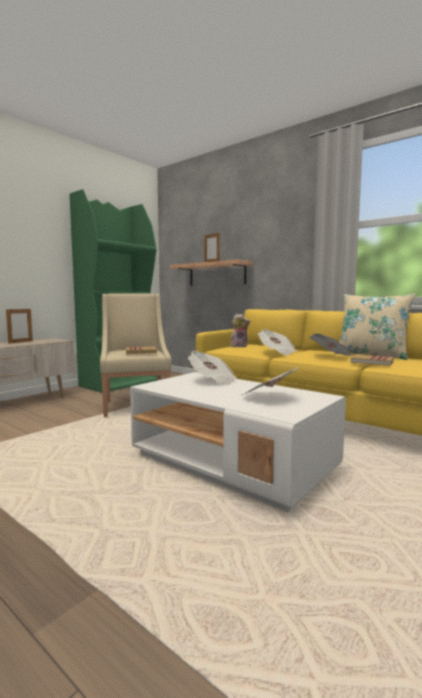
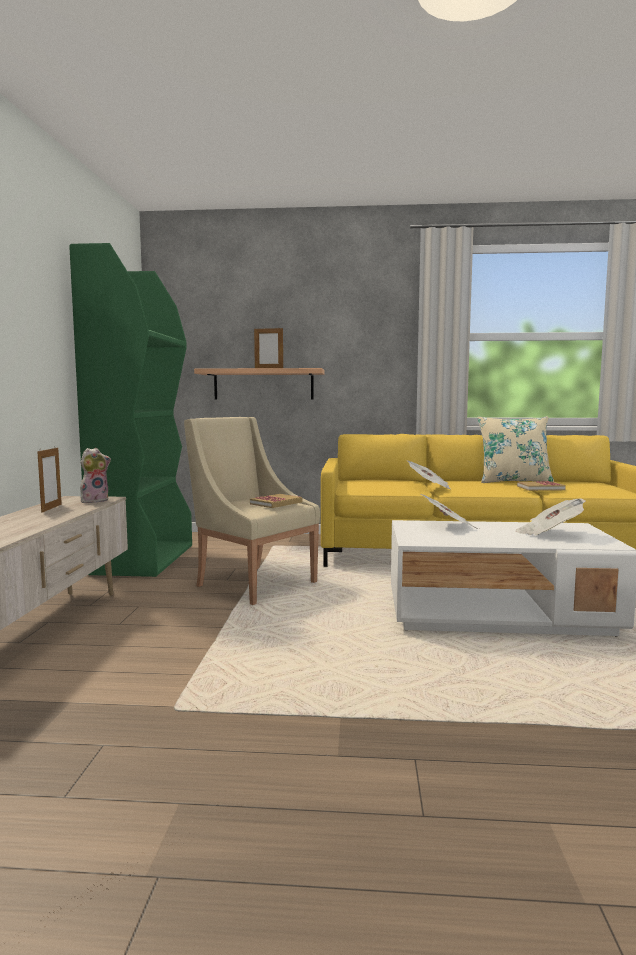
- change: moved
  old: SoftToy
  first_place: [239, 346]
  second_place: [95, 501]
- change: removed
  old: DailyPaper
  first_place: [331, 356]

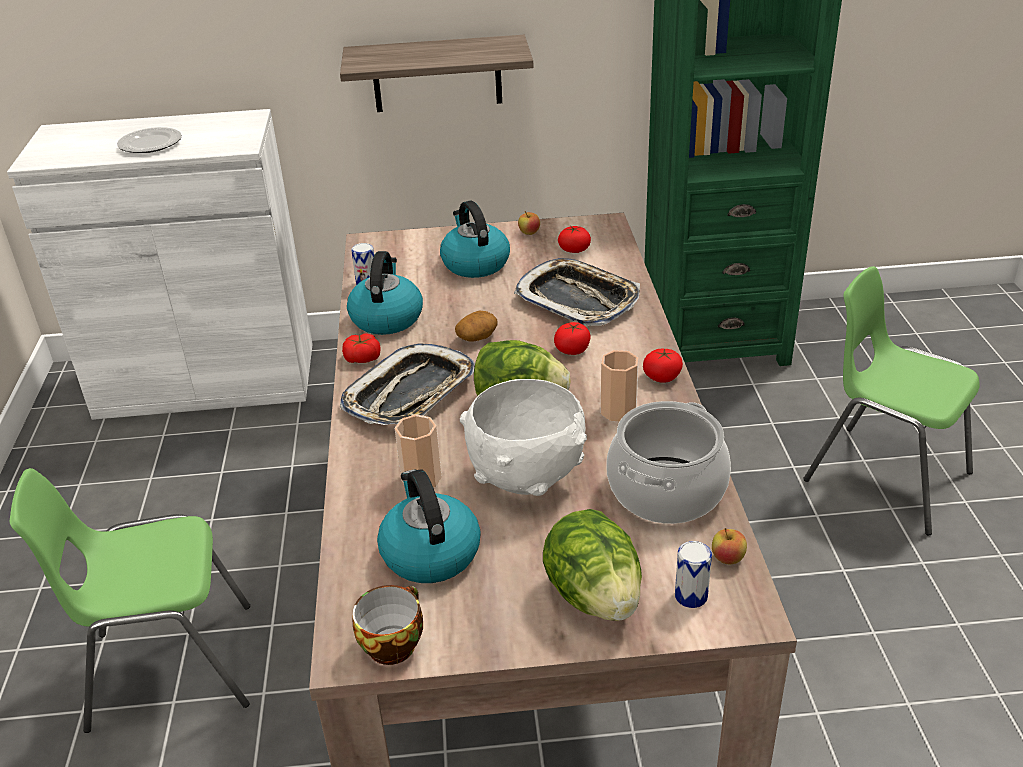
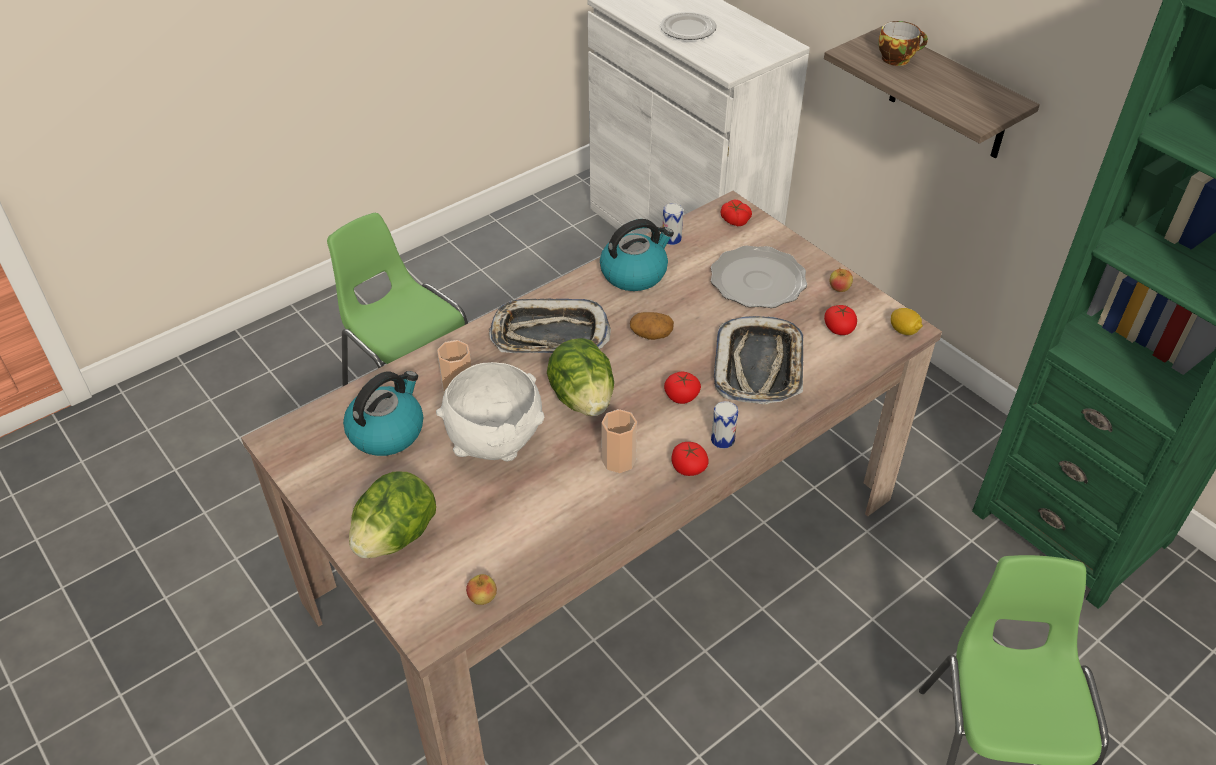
- change: replaced
  old: WaterKettle
  new: Plate
  first_place: [474, 263]
  second_place: [757, 281]
- change: moved
  old: Tomato
  first_place: [362, 358]
  second_place: [735, 220]
- change: removed
  old: CookingPot
  first_place: [665, 490]
- change: moved
  old: SealedCan
  first_place: [691, 596]
  second_place: [722, 440]
- change: moved
  old: DrinkingCup
  first_place: [392, 643]
  second_place: [897, 58]
- change: added
  new: Lemon
  second_place: [904, 330]

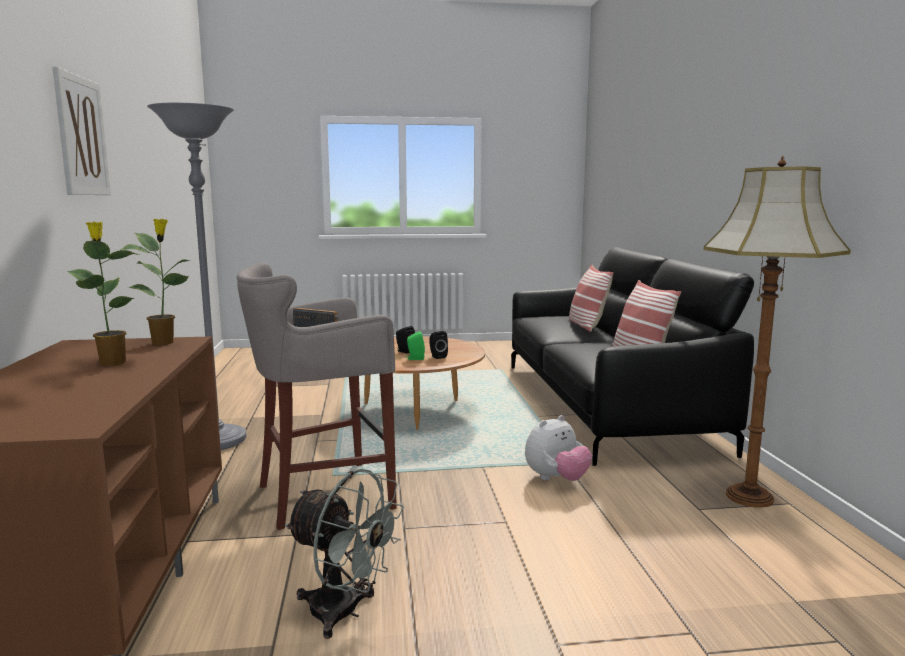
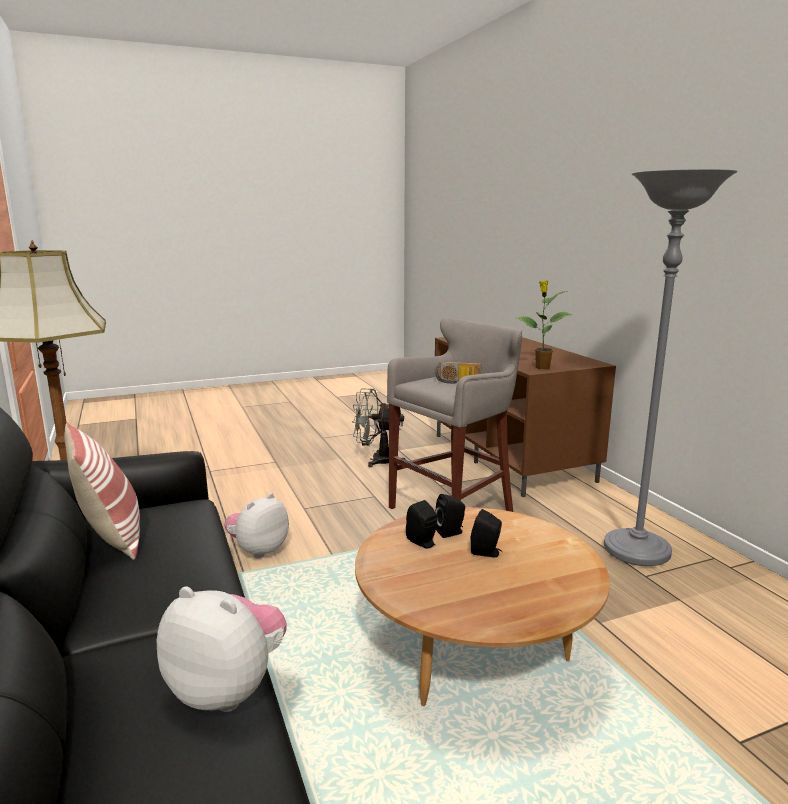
- change: removed
  old: WallPicture
  first_place: [81, 136]
- change: removed
  old: PottedPlant
  first_place: [112, 362]
- change: removed
  old: Pillow
  first_place: [586, 326]
- change: recoloured
  old: GreenColouredLoudspeaker
  new: BlackishLoudspeaker
  first_place: [415, 358]
  second_place: [451, 532]
- change: added
  new: SoftToy
  second_place: [228, 689]

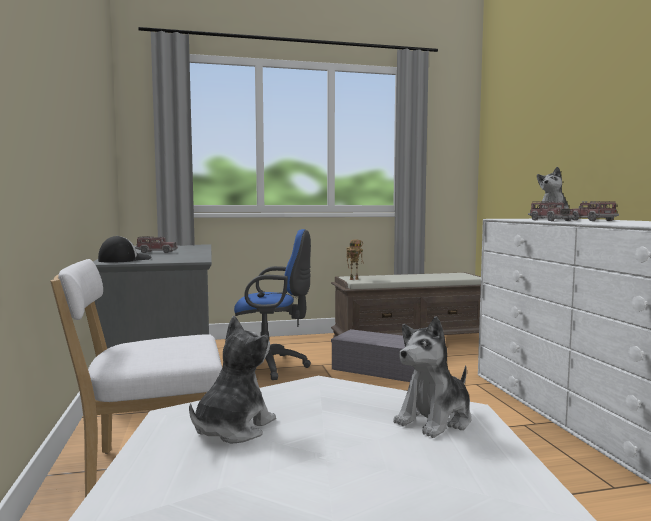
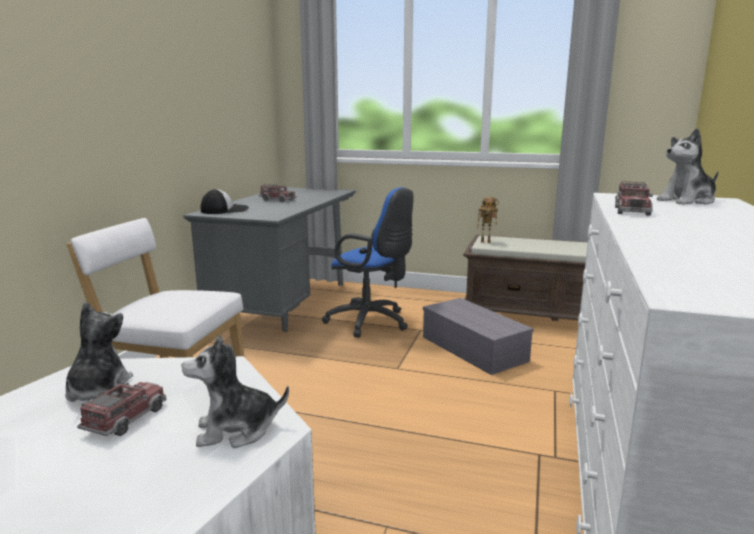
- change: moved
  old: ToyTruck
  first_place: [592, 220]
  second_place: [126, 419]
- change: turned
  old: SoftToy
  first_place: [232, 428]
  second_place: [99, 391]
  degrees: -60

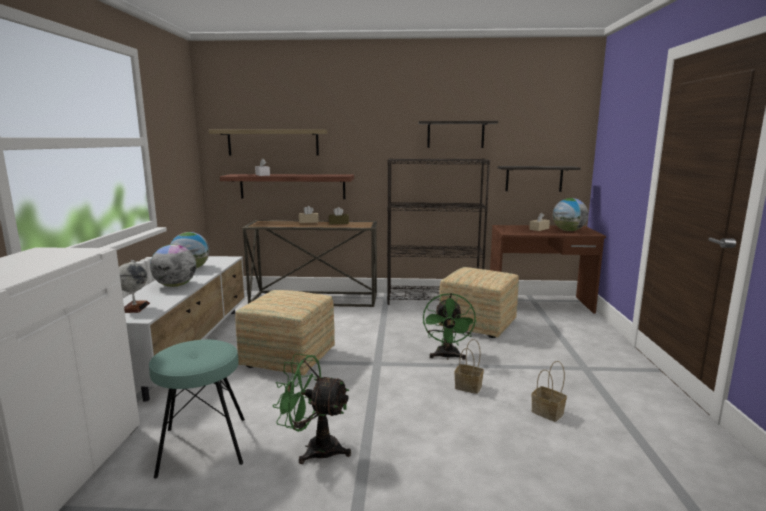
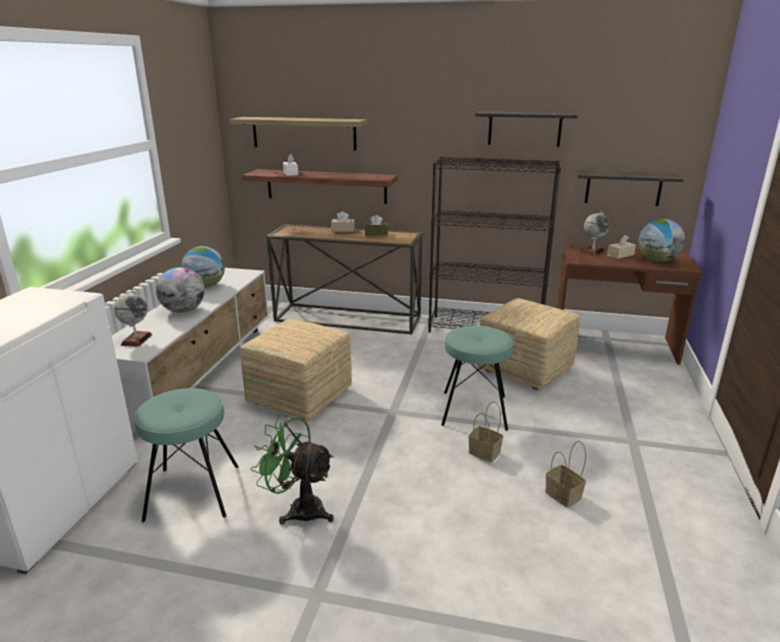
- change: replaced
  old: GreenColouredElectricFan
  new: TurquoiseStool
  first_place: [447, 357]
  second_place: [474, 410]
- change: added
  new: WorldGlobe
  second_place: [593, 251]

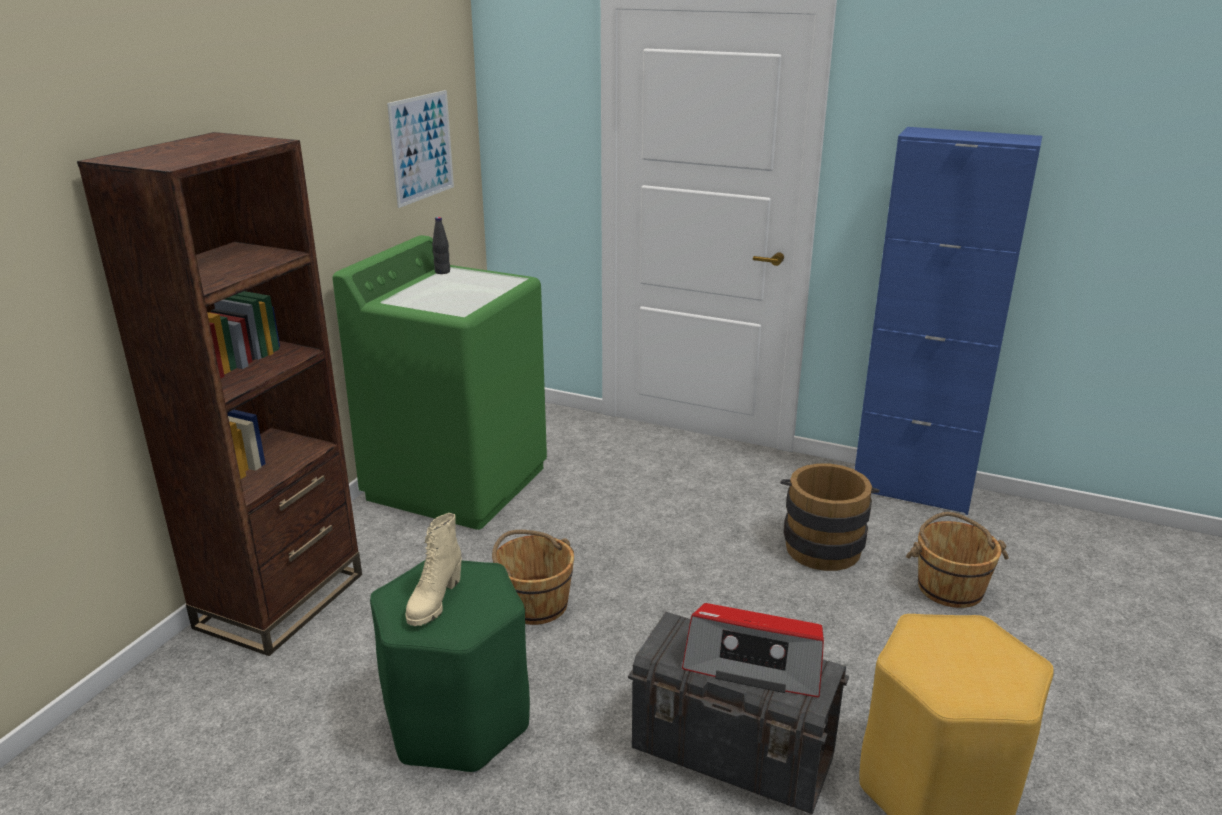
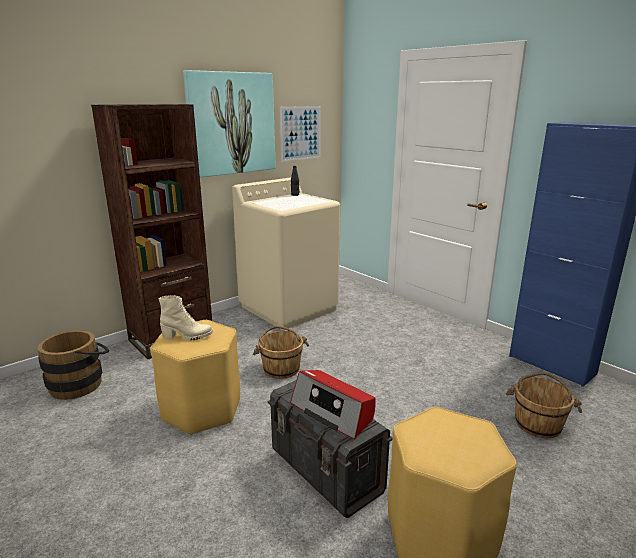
- change: recoloured
  old: GreenColouredLaundryAppliance
  new: BeigeLaundryAppliance
  first_place: [457, 482]
  second_place: [289, 307]
- change: moved
  old: BrownColouredPail
  first_place: [822, 544]
  second_place: [80, 383]
- change: turned
  old: BeigeBoot
  first_place: [434, 601]
  second_place: [187, 336]
  degrees: -135
- change: recoloured
  old: GreenColouredStool
  new: YellowStool
  first_place: [457, 720]
  second_place: [202, 409]
- change: added
  new: WallPicture
  second_place: [231, 124]

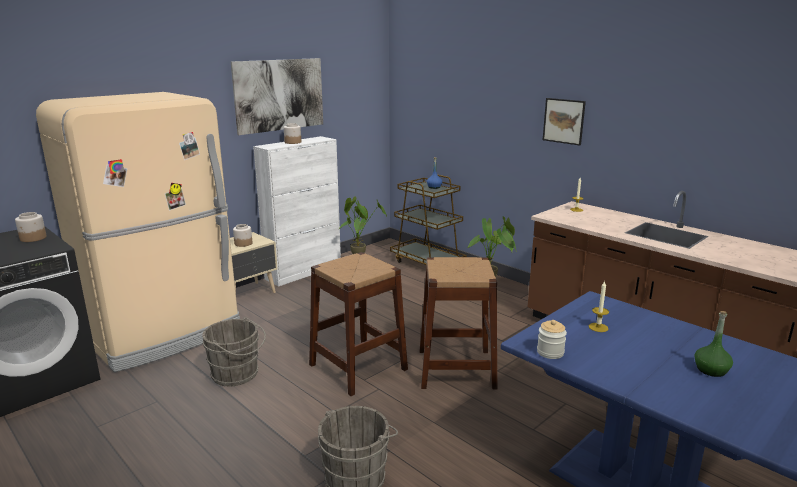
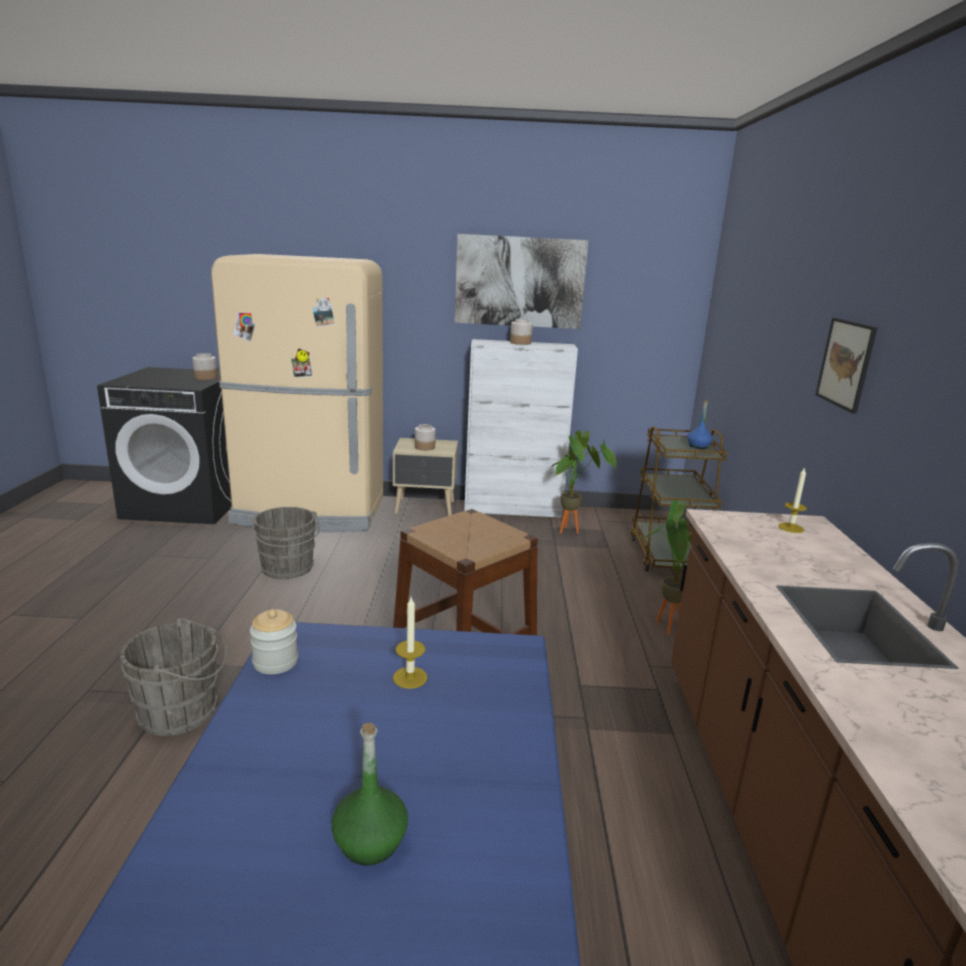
- change: removed
  old: BrownColouredStool
  first_place: [358, 367]

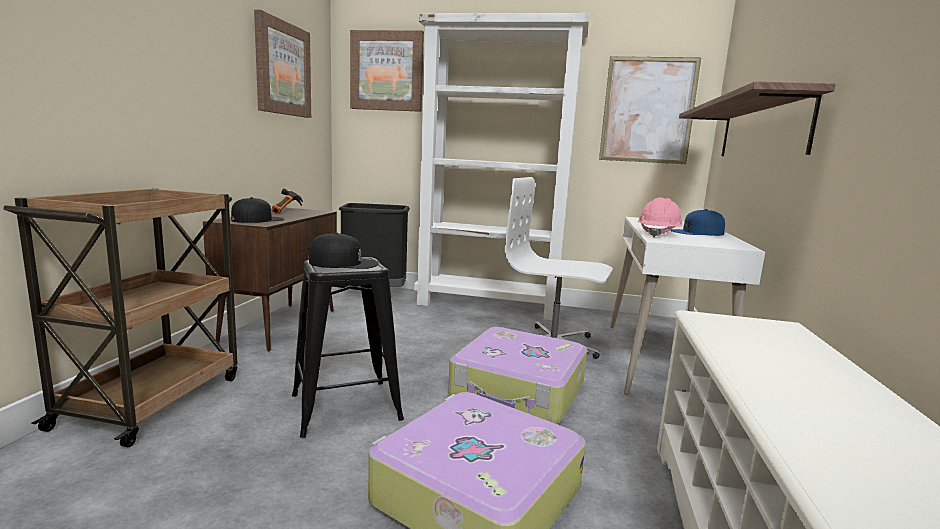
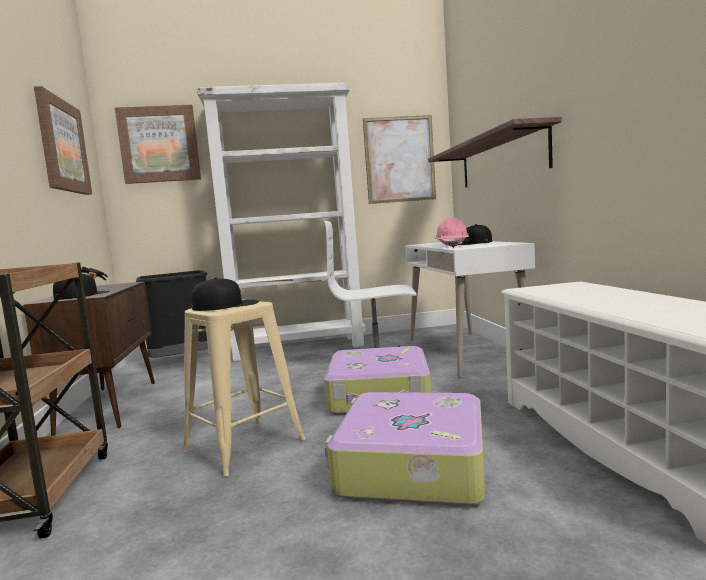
- change: recoloured
  old: BlueBaseballCap
  new: BlackishBaseballCap
  first_place: [697, 232]
  second_place: [473, 243]
- change: recoloured
  old: BlackishStool
  new: BeigeStool
  first_place: [346, 407]
  second_place: [245, 445]

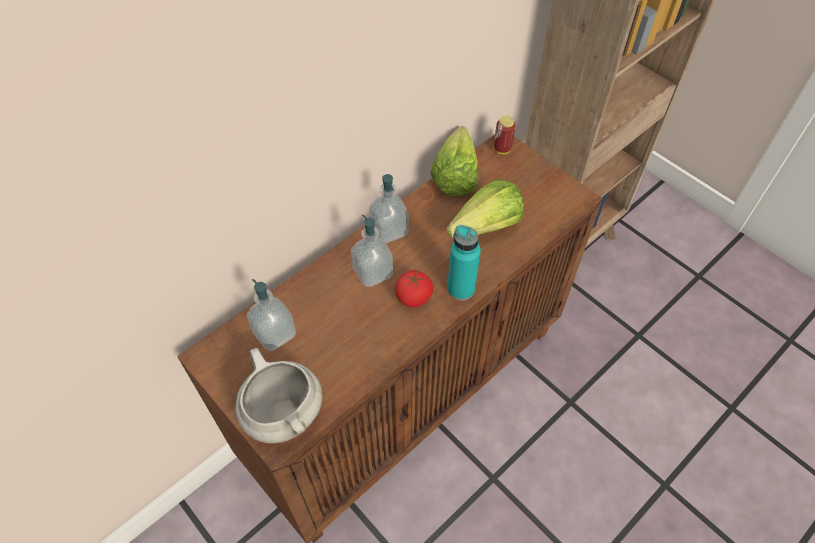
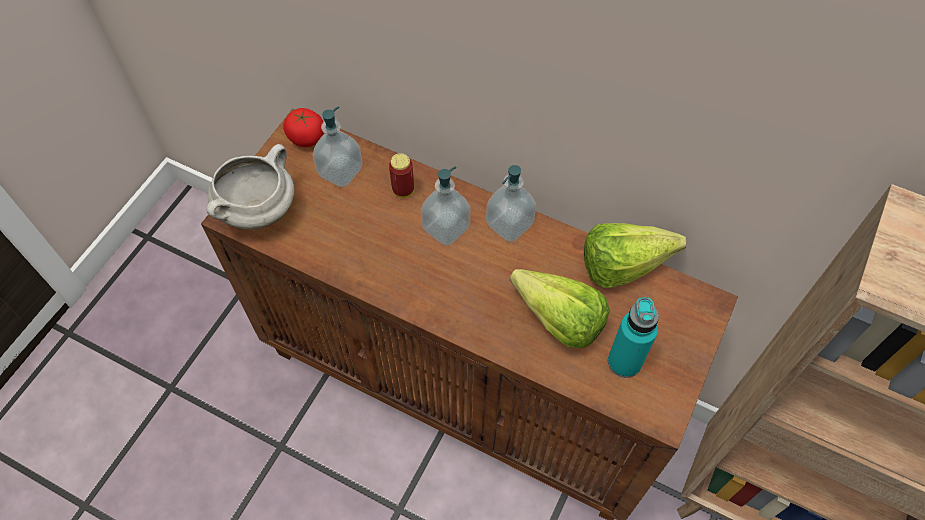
- change: moved
  old: SealedCan
  first_place: [502, 149]
  second_place: [403, 190]
- change: moved
  old: TurquoiseBottle
  first_place: [461, 289]
  second_place: [624, 362]
- change: moved
  old: Tomato
  first_place: [413, 297]
  second_place: [306, 138]

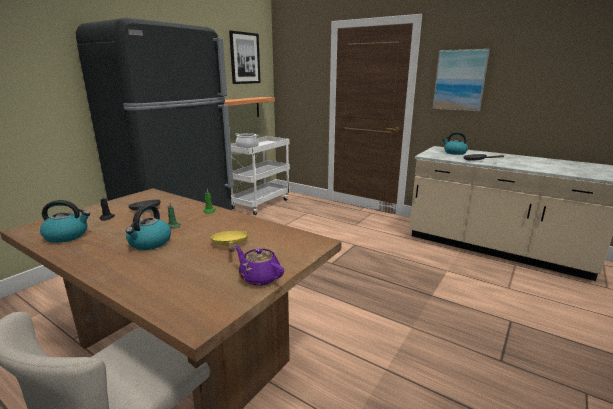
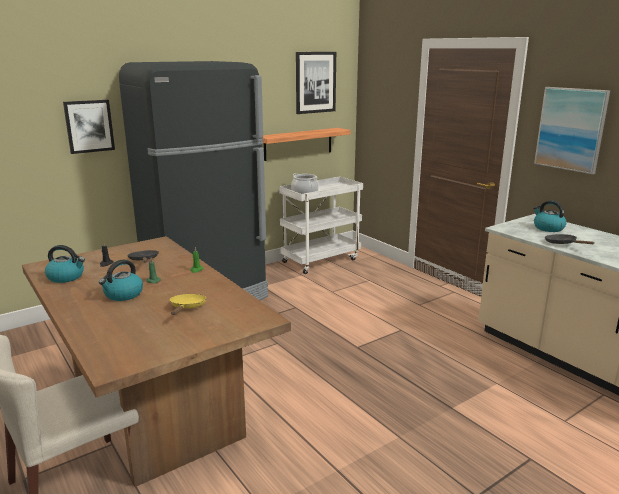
- change: removed
  old: PurpleTeaPot
  first_place: [259, 277]
- change: added
  new: WallPicture
  second_place: [89, 126]

